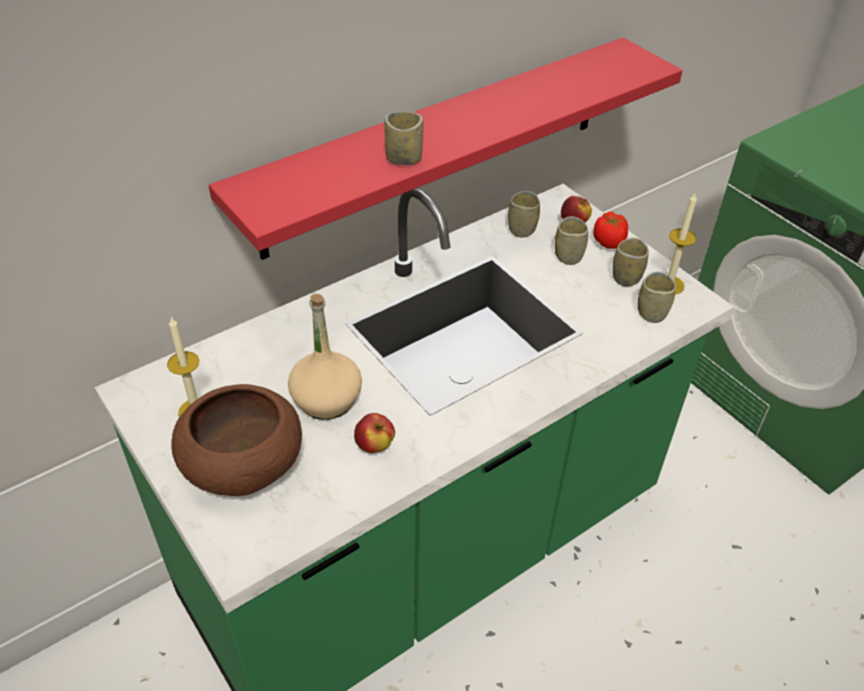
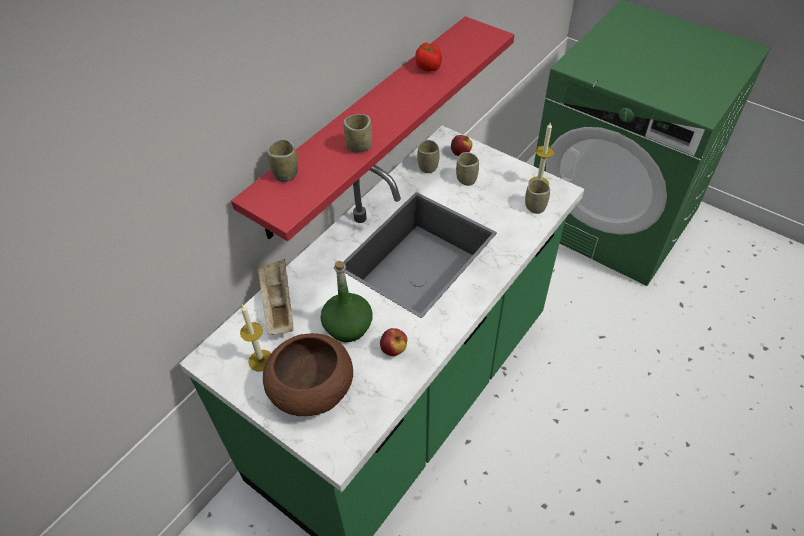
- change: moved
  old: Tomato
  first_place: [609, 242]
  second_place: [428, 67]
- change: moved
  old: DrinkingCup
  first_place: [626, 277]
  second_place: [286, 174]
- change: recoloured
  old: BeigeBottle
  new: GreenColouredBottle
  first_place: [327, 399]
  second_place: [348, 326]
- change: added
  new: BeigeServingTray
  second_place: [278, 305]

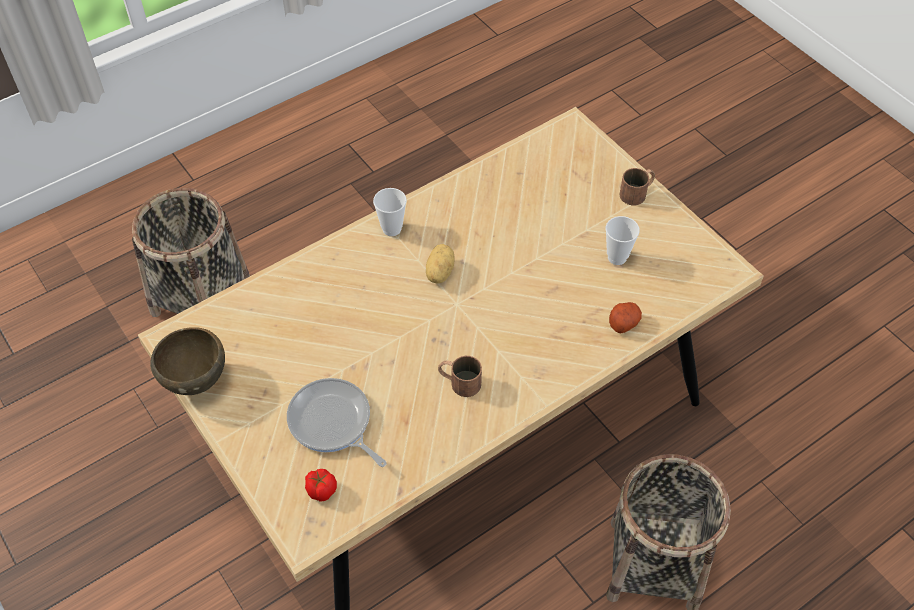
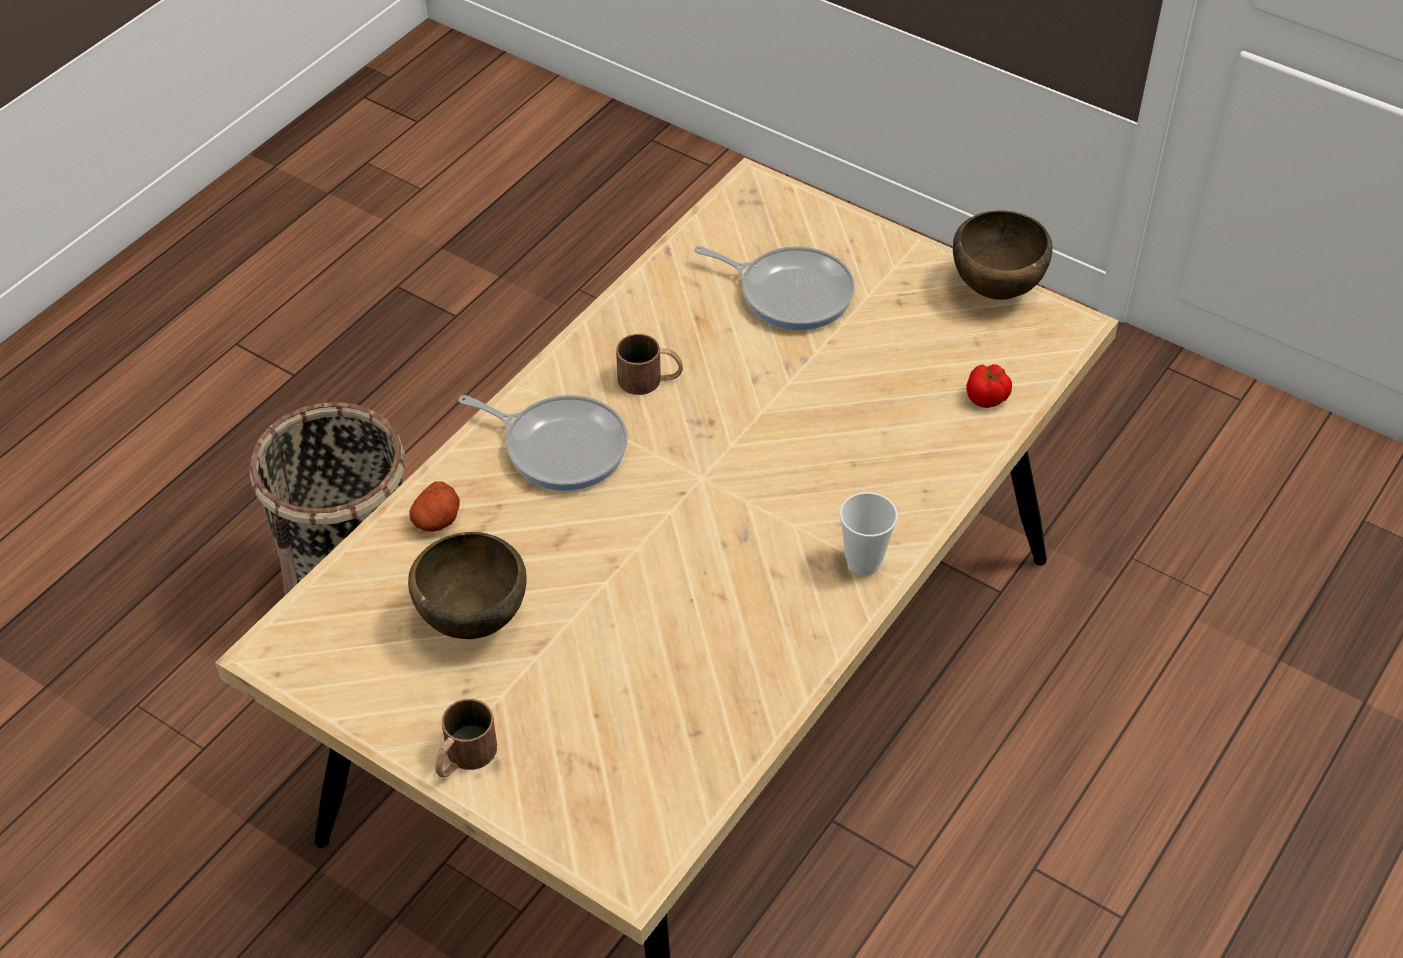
- change: removed
  old: Basket
  first_place: [202, 298]
- change: replaced
  old: DrinkingCup
  new: BrownColouredBowl
  first_place: [617, 257]
  second_place: [472, 621]
- change: removed
  old: Potato
  first_place: [438, 272]
- change: moved
  old: Tomato
  first_place: [321, 490]
  second_place: [987, 398]
- change: added
  new: Pan
  second_place: [560, 446]

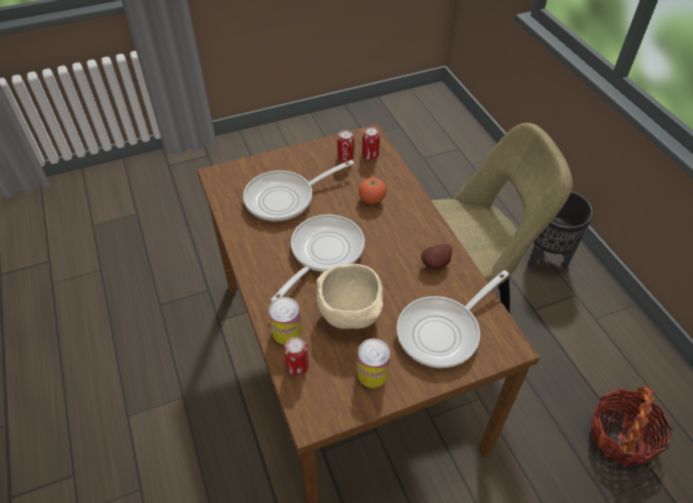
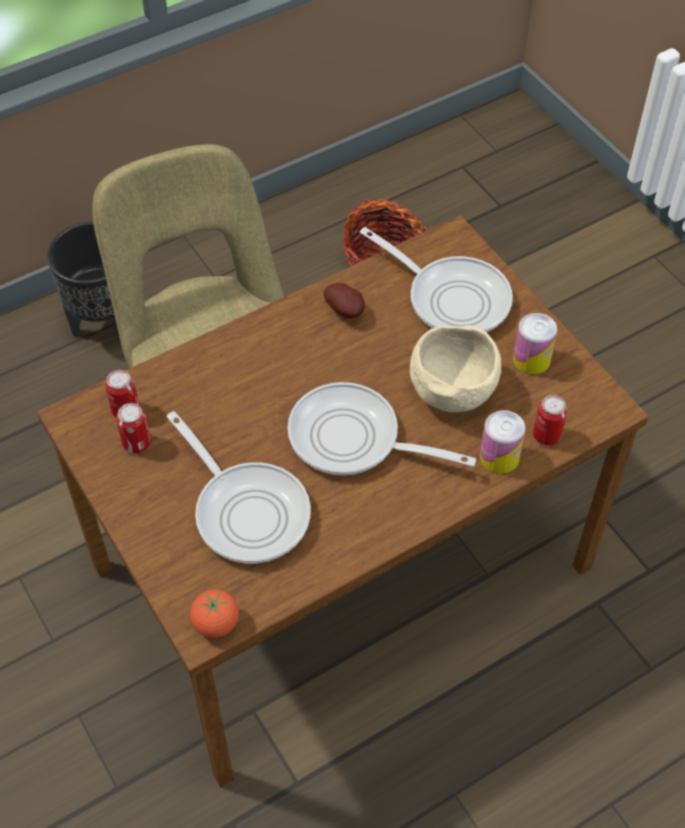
- change: moved
  old: Tomato
  first_place: [372, 199]
  second_place: [216, 623]

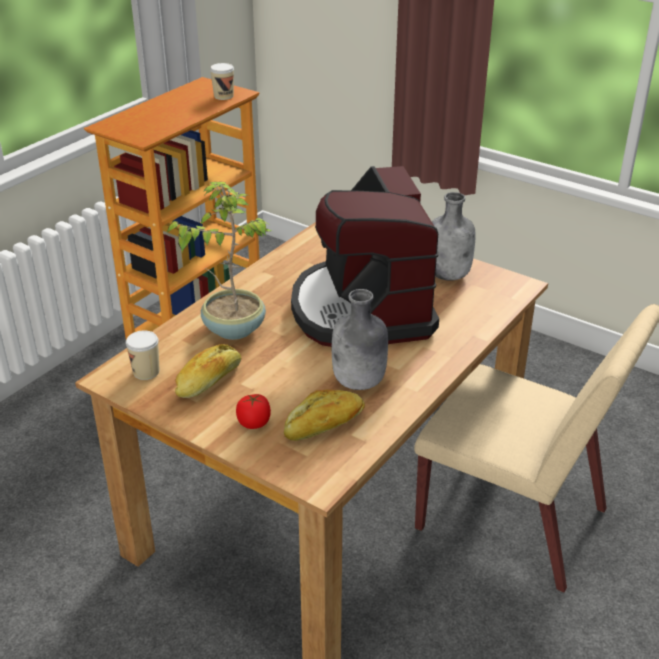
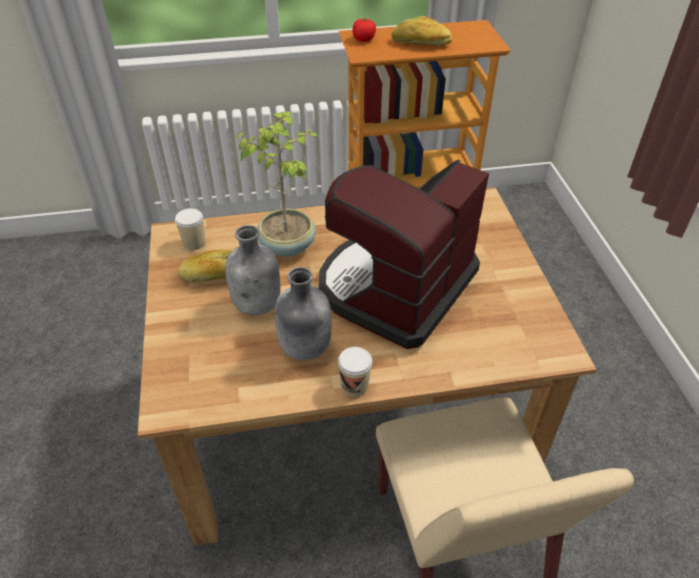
- change: moved
  old: DrinkingCup
  first_place: [223, 96]
  second_place: [354, 385]
- change: moved
  old: GreyishBottle
  first_place: [449, 275]
  second_place: [258, 305]
- change: moved
  old: Bread
  first_place: [325, 426]
  second_place: [421, 43]
- change: moved
  old: Tomato
  first_place: [254, 422]
  second_place: [363, 39]

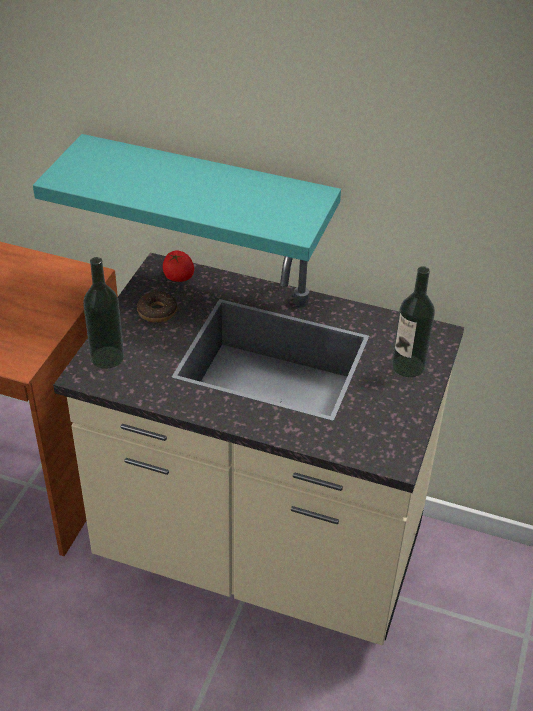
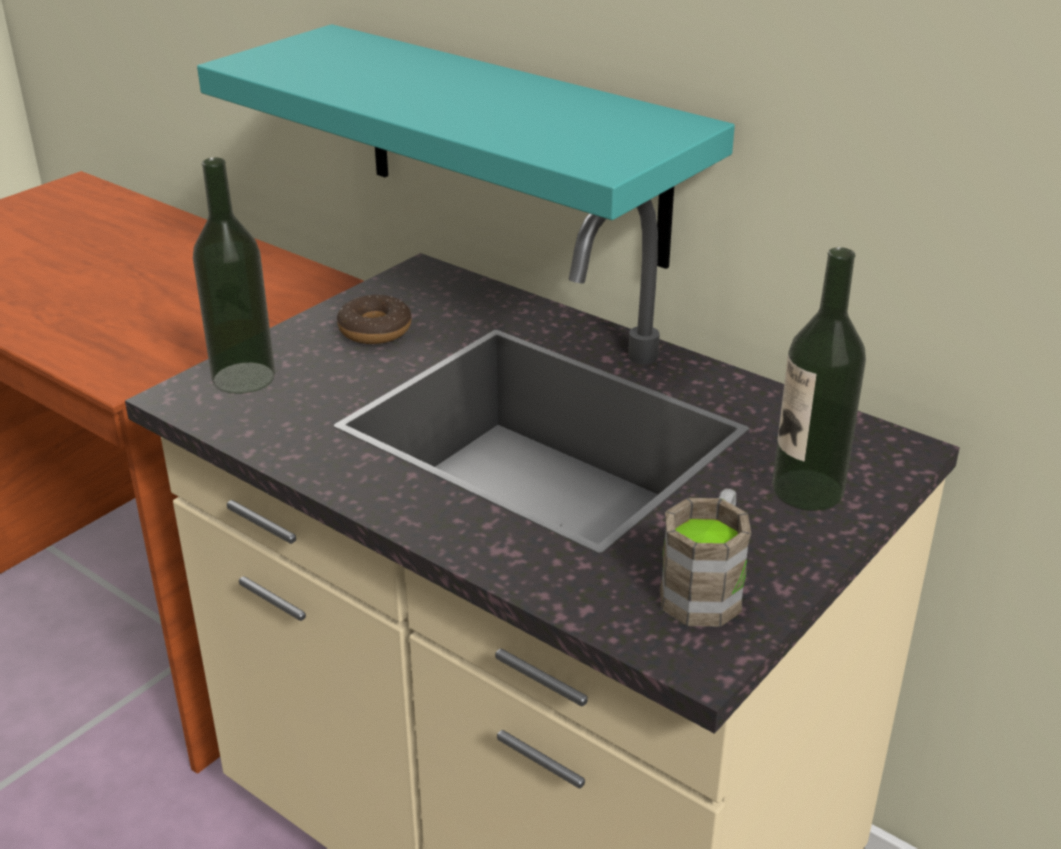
- change: removed
  old: Tomato
  first_place: [178, 277]
- change: added
  new: BrownColouredTeaMug
  second_place: [706, 587]

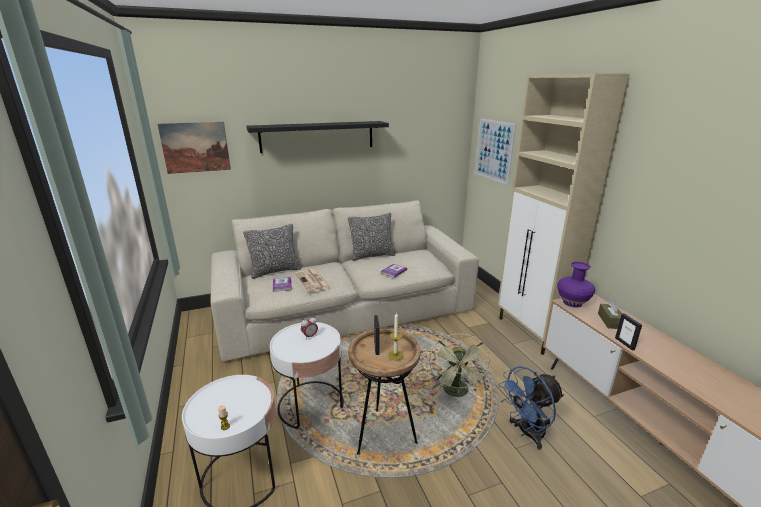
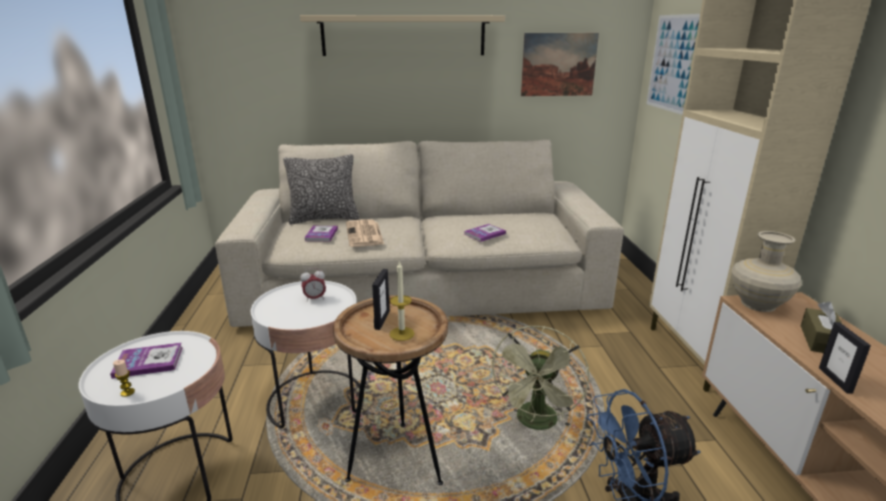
- change: recoloured
  old: BlackishShelf
  new: BeigeShelf
  first_place: [317, 136]
  second_place: [403, 35]
- change: moved
  old: WallPicture
  first_place: [195, 147]
  second_place: [558, 64]
- change: removed
  old: Pillow
  first_place: [372, 255]
- change: recoloured
  old: PurpleFlowerVase
  new: BeigeFlowerVase
  first_place: [572, 303]
  second_place: [758, 304]
- change: added
  new: Book
  second_place: [148, 362]

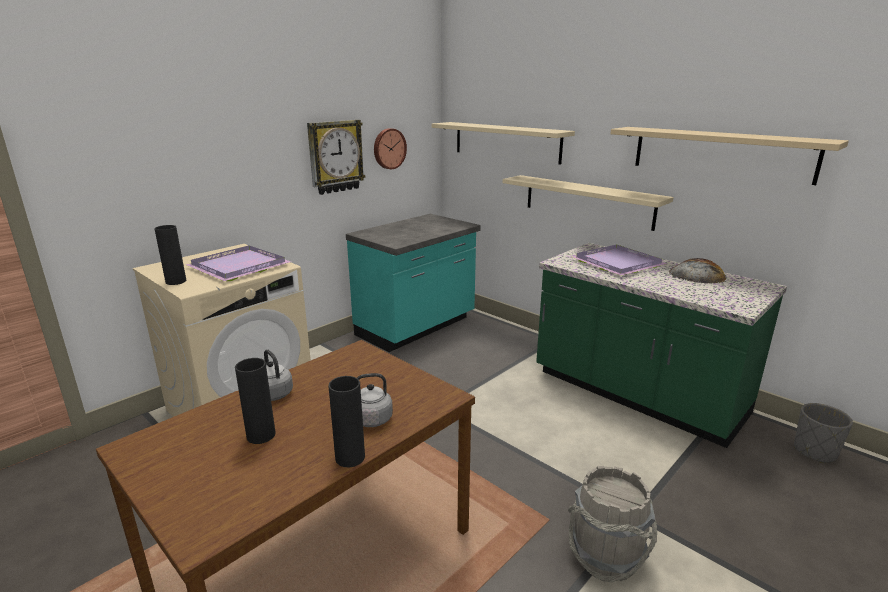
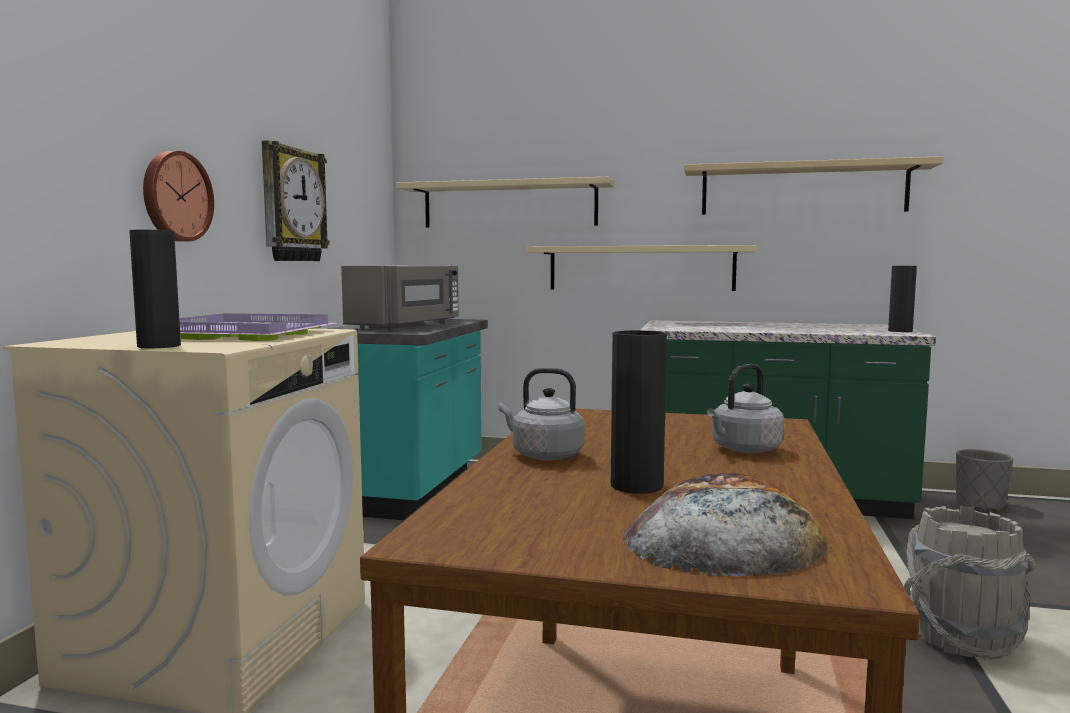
- change: moved
  old: WallClock
  first_place: [389, 148]
  second_place: [175, 196]
- change: removed
  old: PurpleServingTray
  first_place: [615, 263]
- change: moved
  old: Bread
  first_place: [697, 275]
  second_place: [725, 539]
- change: moved
  old: BlackishFlowerVase
  first_place: [350, 458]
  second_place: [900, 331]
- change: added
  new: GreyishKitchenMicrowave
  second_place: [406, 326]

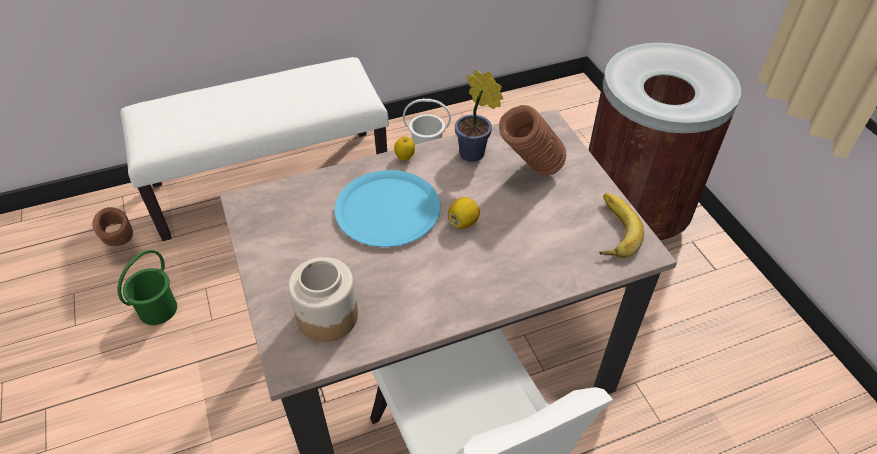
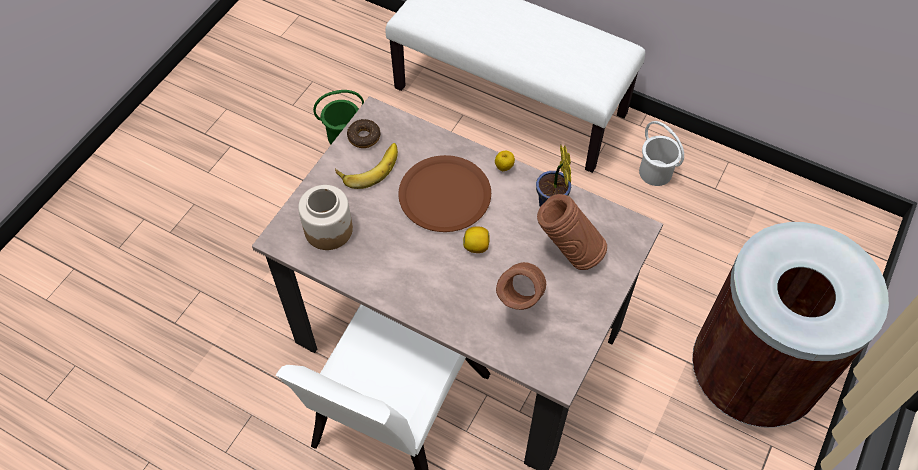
- change: recoloured
  old: BluePlate
  new: BrownColouredPlate
  first_place: [387, 210]
  second_place: [444, 194]
- change: moved
  old: Banana
  first_place: [611, 229]
  second_place: [369, 166]
- change: moved
  old: BrownColouredFlowerVase
  first_place: [123, 248]
  second_place: [520, 305]
- change: added
  new: Donut
  second_place: [364, 137]

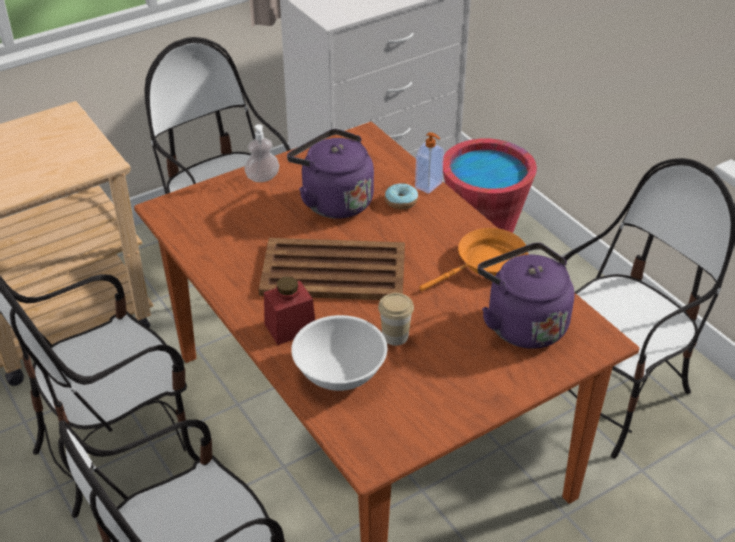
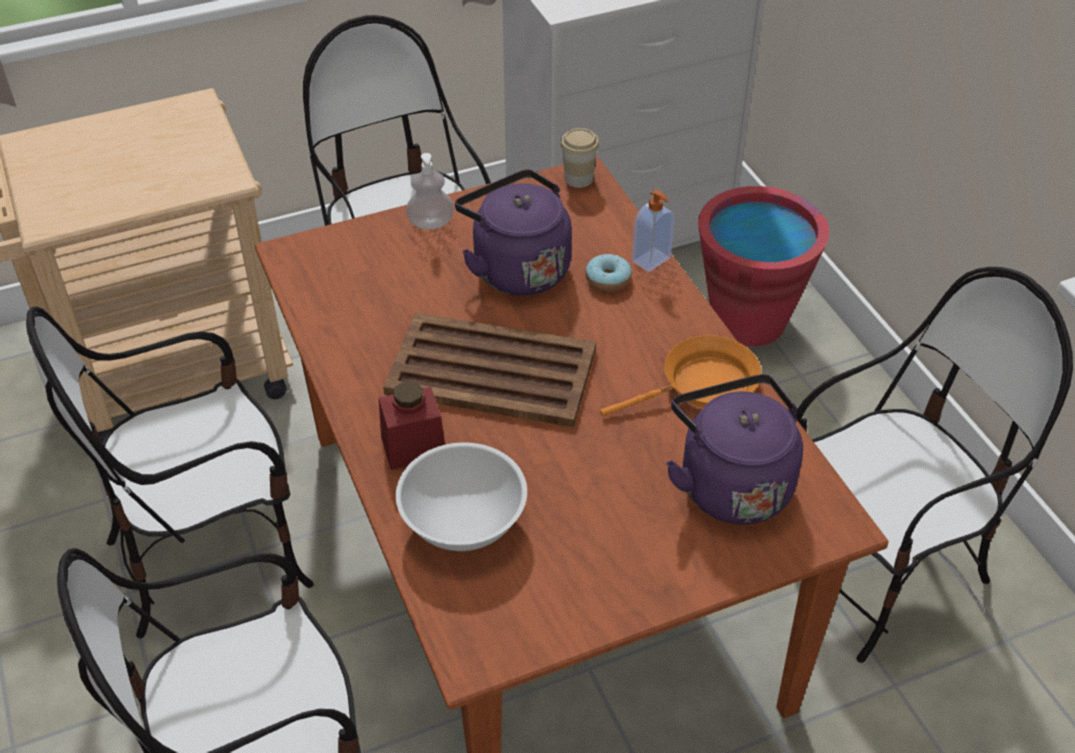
- change: moved
  old: DrinkingCup
  first_place: [395, 336]
  second_place: [578, 178]

